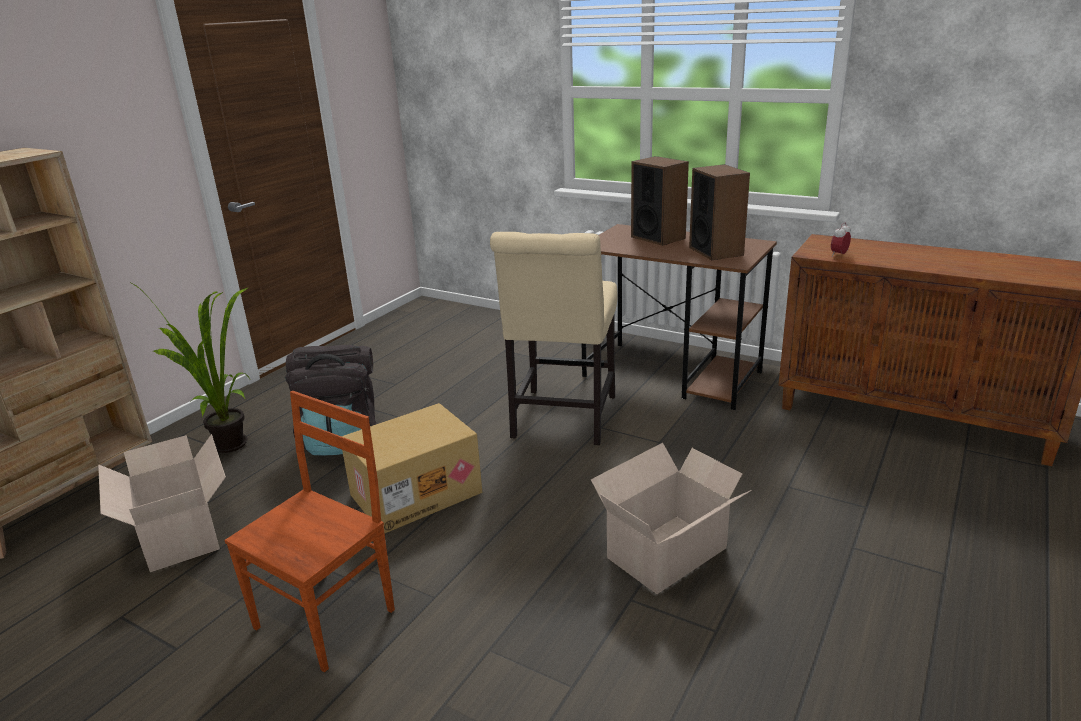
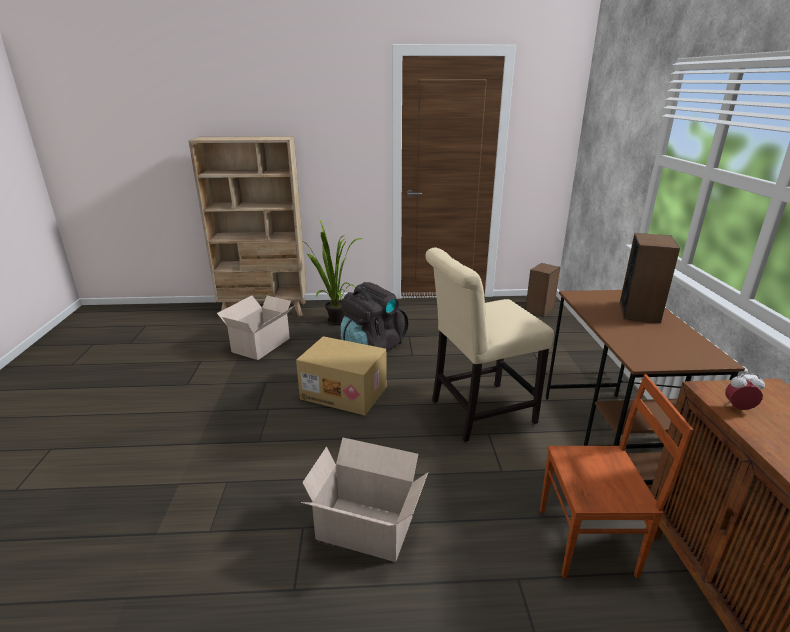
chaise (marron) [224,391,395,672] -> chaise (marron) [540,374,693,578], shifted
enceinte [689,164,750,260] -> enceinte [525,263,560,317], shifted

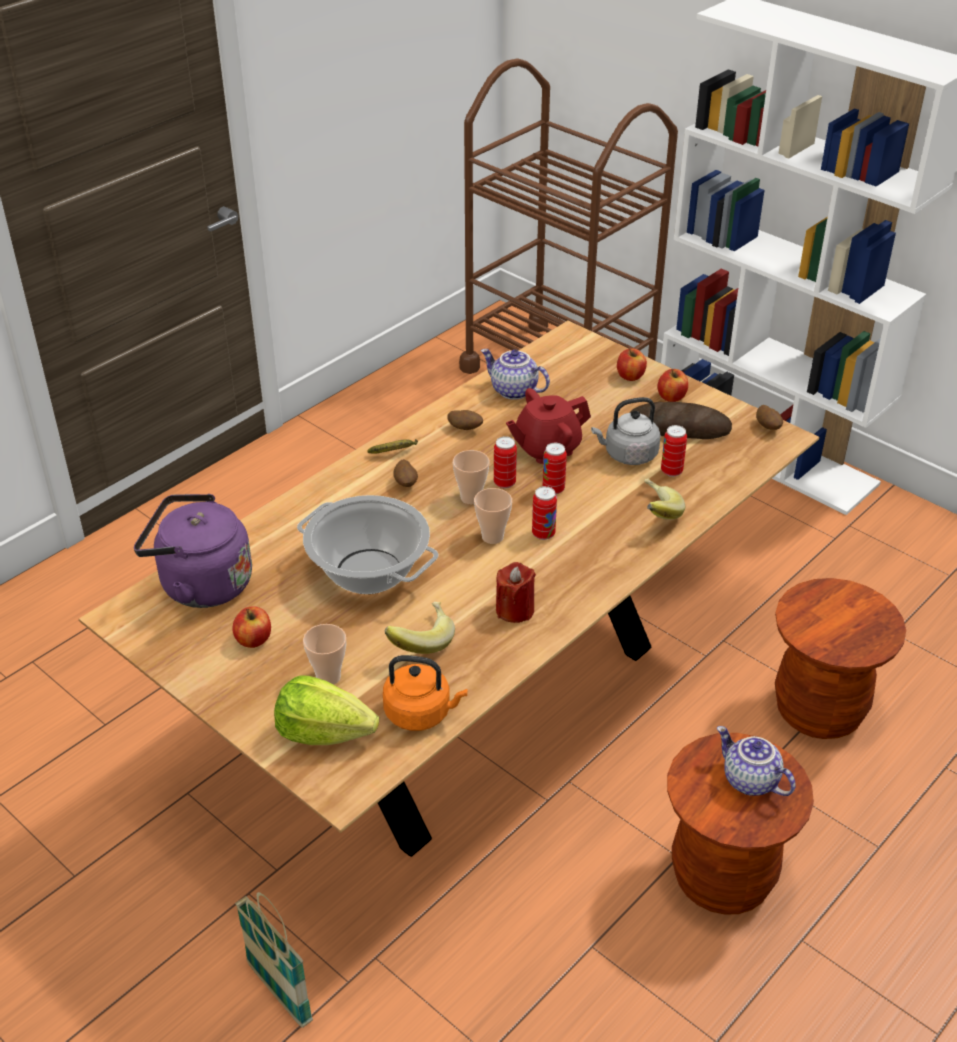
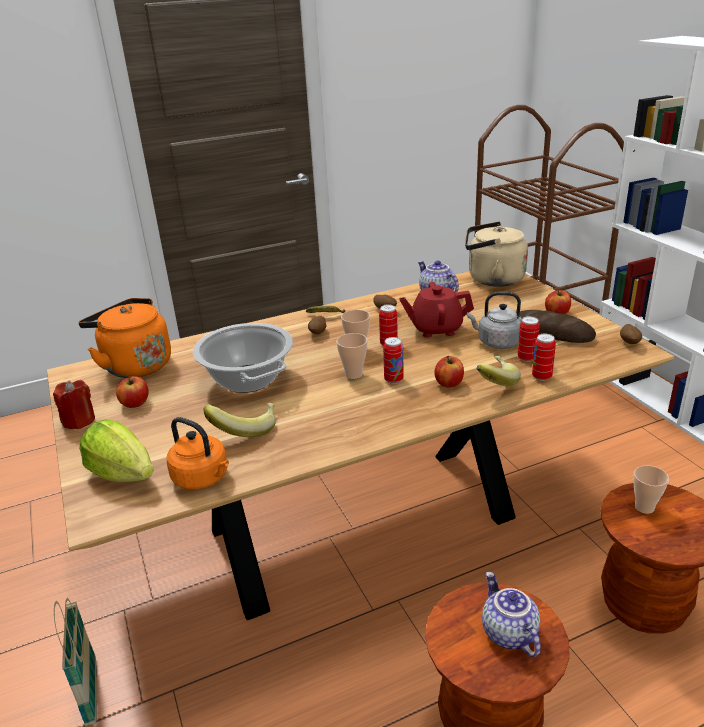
none -> bouilloire (beige) [465,221,528,287]
tasse [303,624,346,685] -> tasse [633,465,669,514], shifted
bougie (rouge) [496,562,536,623] -> bougie (rouge) [53,380,95,429], shifted
boîte métallique [542,443,567,494] -> boîte métallique [532,334,556,381], shifted
pomme [617,348,647,381] -> pomme [434,356,464,388], shifted
bouilloire (violet) [134,494,252,608] -> bouilloire (orange) [78,298,171,378]

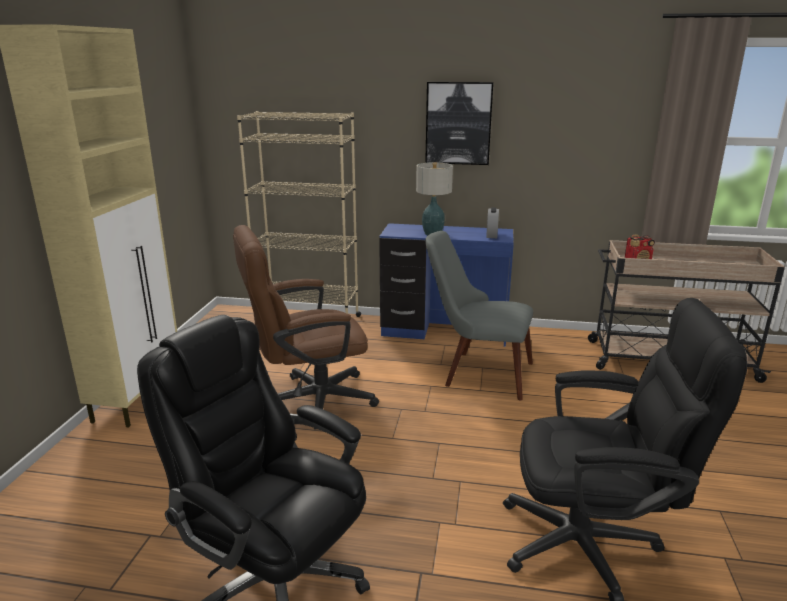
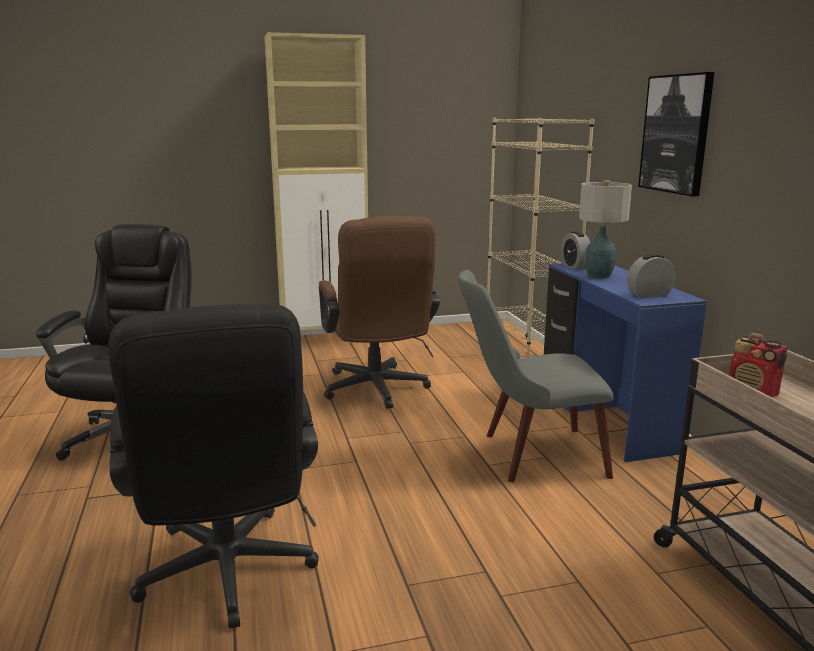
none -> réveil [561,231,590,269]
chaise de bureau (marron) [233,225,379,429] -> chaise de bureau (marron) [319,216,440,409], 150 degrees counterclockwise
chaise (gris) [425,231,533,401] -> chaise (gris) [458,270,613,482], 90 degrees counterclockwise

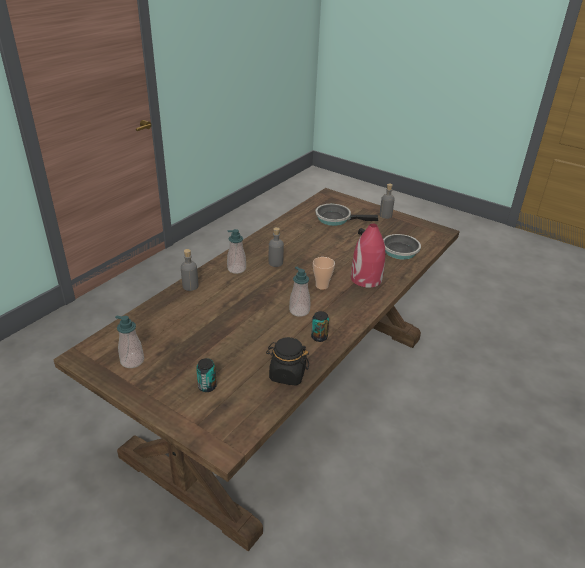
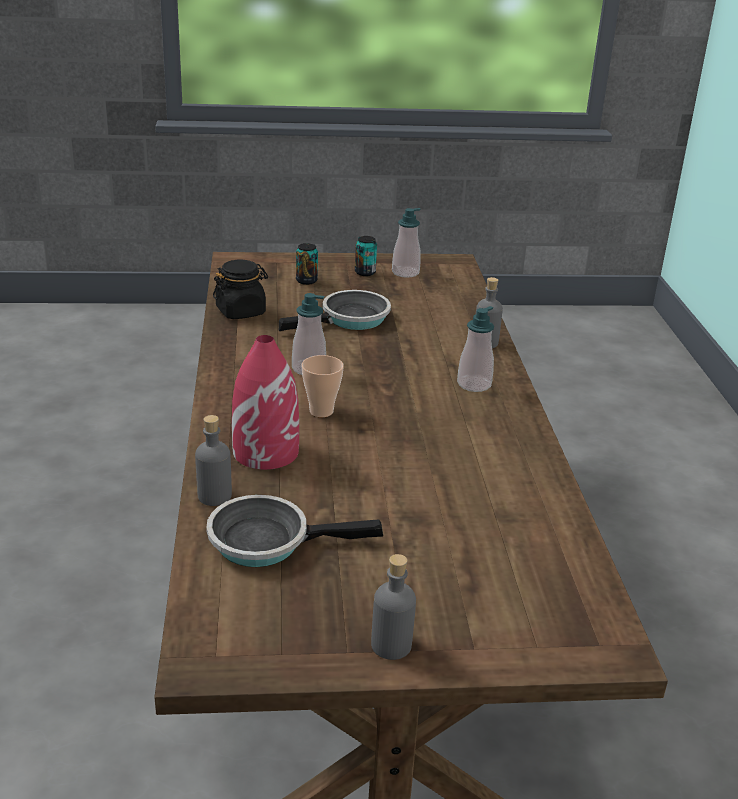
bouteille (gris) [269,227,284,267] -> bouteille (gris) [195,415,232,506], shifted
boîte métallique [311,311,329,342] -> boîte métallique [355,236,377,276], shifted
poêle [315,204,378,226] -> poêle [279,290,391,331], shifted

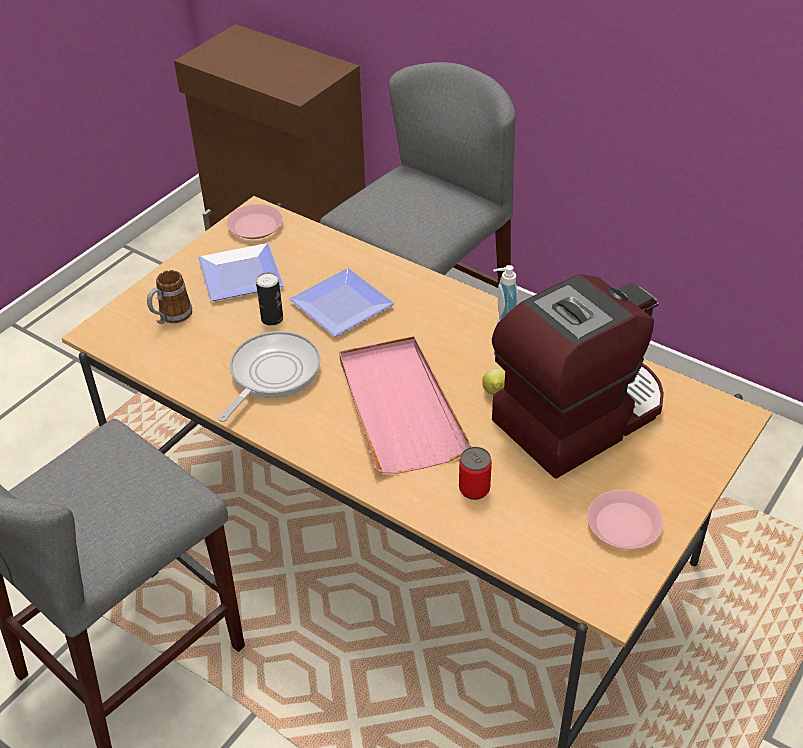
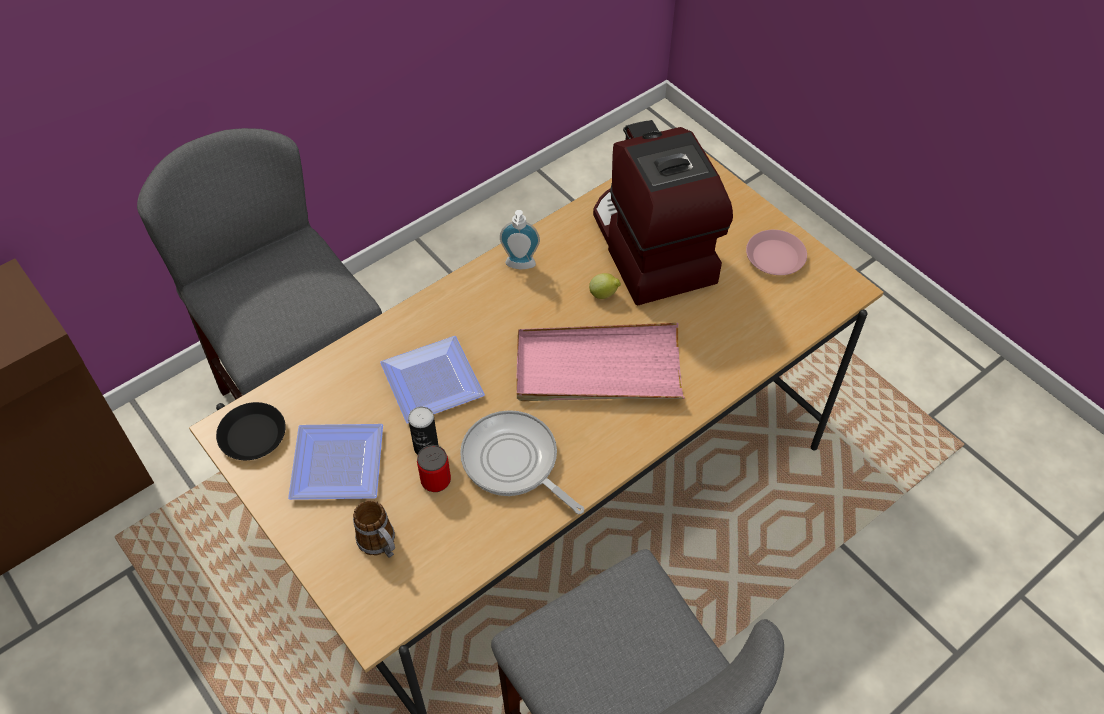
boîte métallique [459,447,492,500] -> boîte métallique [417,445,451,492], shifted
assiette (rose) [226,204,283,239] -> assiette (noir) [216,402,286,460]

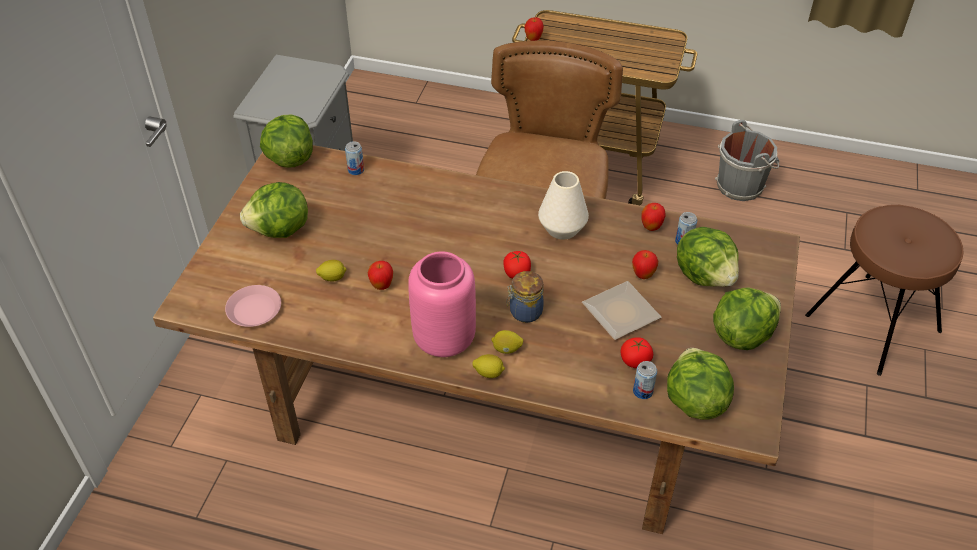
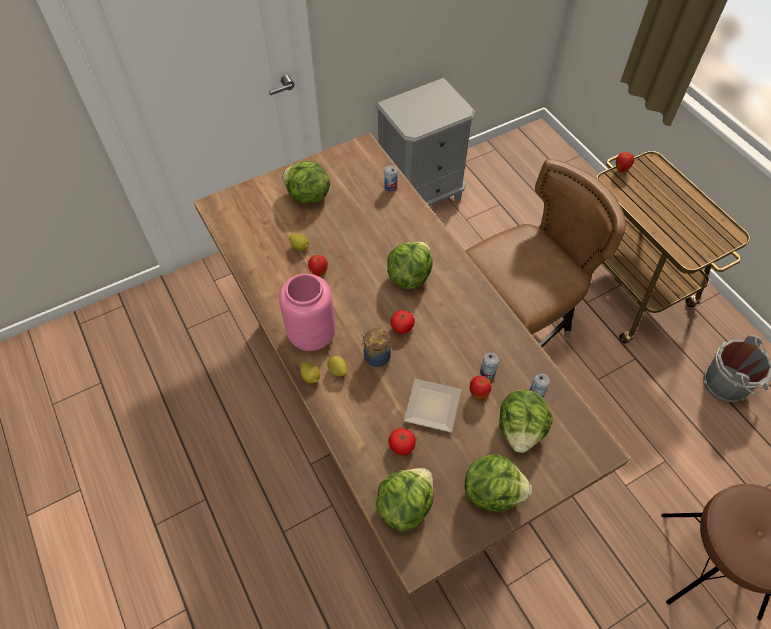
assiette (rose) [225,285,281,327] -> none
vase (blanc) [538,171,589,240] -> none
pomme [642,203,666,231] -> none
laitue [260,115,313,168] -> laitue [387,242,433,289], shifted
boîte métallique [633,361,657,399] -> boîte métallique [480,352,499,379], shifted

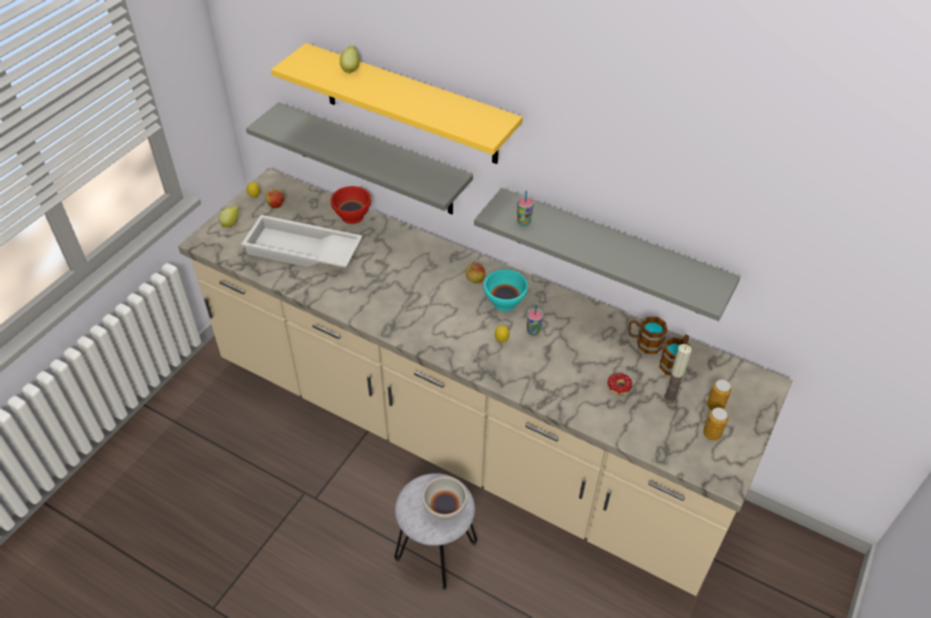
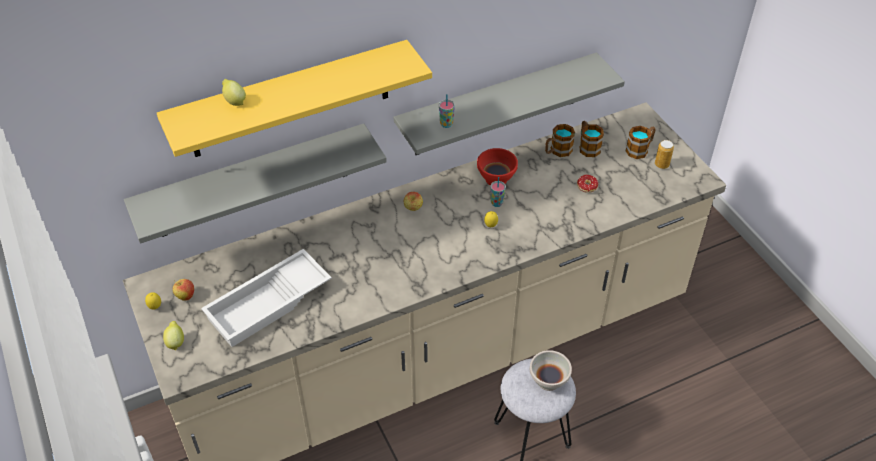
bol (turquoise) [484,269,528,311] -> none
bougie [663,344,692,403] -> none
bol (rouge) [331,186,371,224] -> bol (rouge) [477,148,518,185], shifted
boîte métallique [707,379,732,410] -> mug [625,126,655,159]

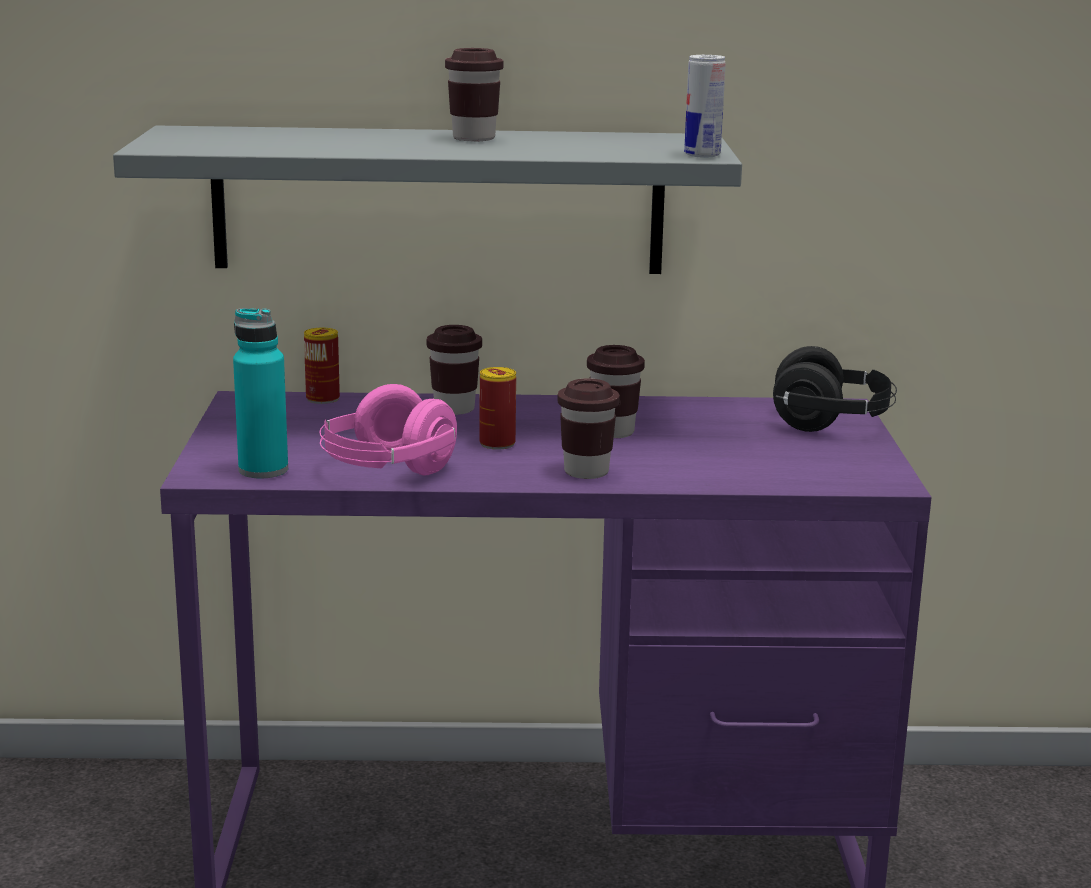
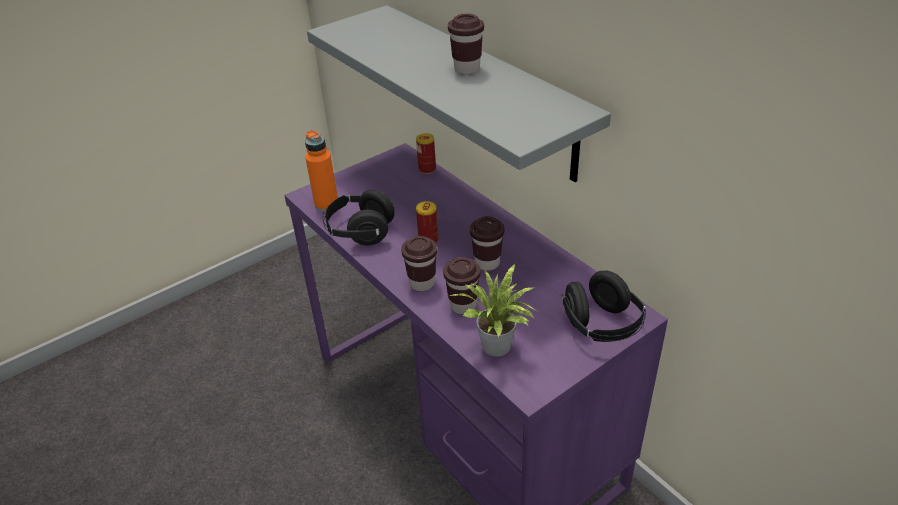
boîte métallique [684,55,726,158] -> none
none -> plante en pot [450,264,538,357]
tasse (marron) [427,325,482,415] -> tasse (marron) [443,257,481,314], shifted
bouteille (turquoise) [233,308,288,479] -> bouteille (orange) [305,130,338,211]
casque audio (rose) [319,384,457,476] -> casque audio (noir) [322,190,395,245]

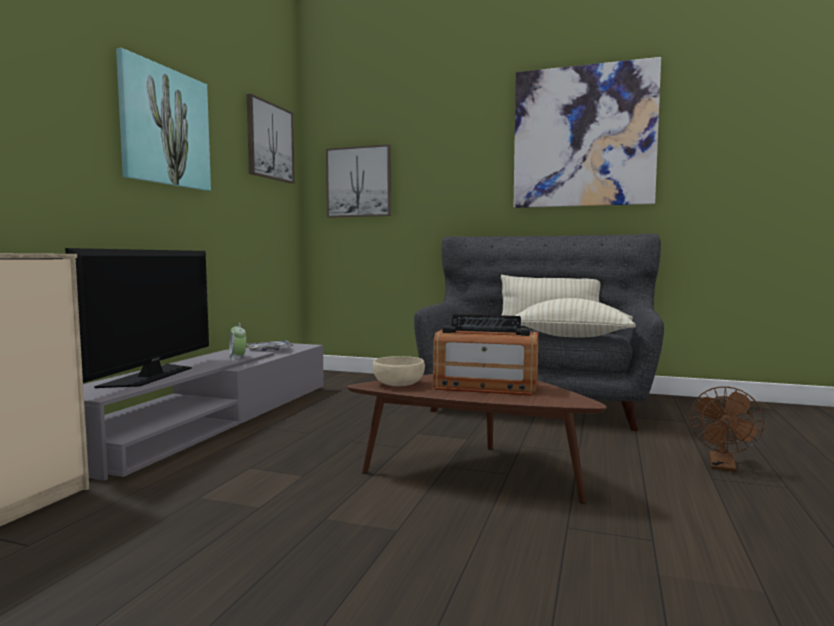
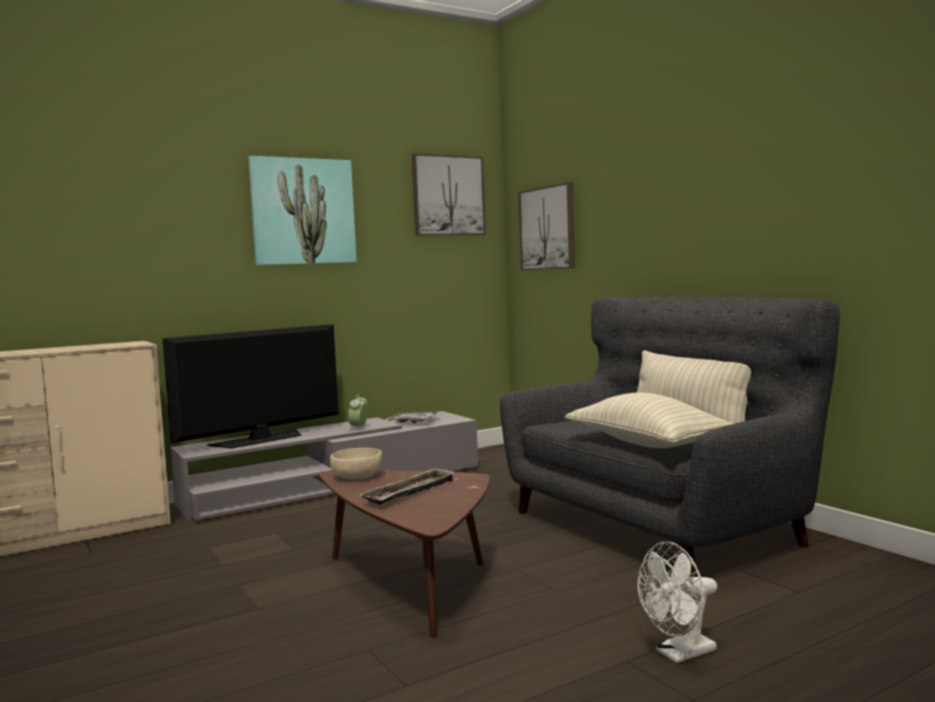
tableau [514,57,661,208] -> none
radio [433,314,539,396] -> plateau [360,467,455,505]
ventilateur (marron) [690,386,764,472] -> ventilateur (blanc) [638,542,717,663]

